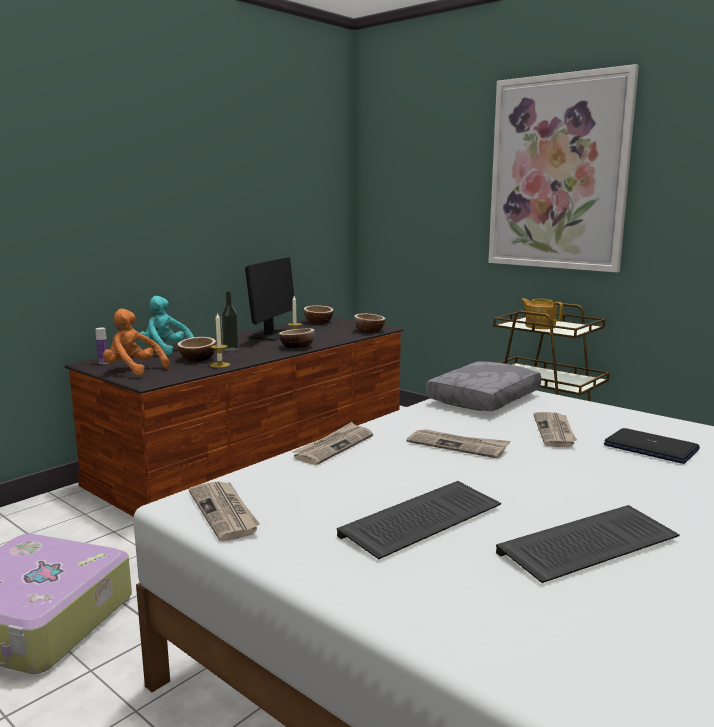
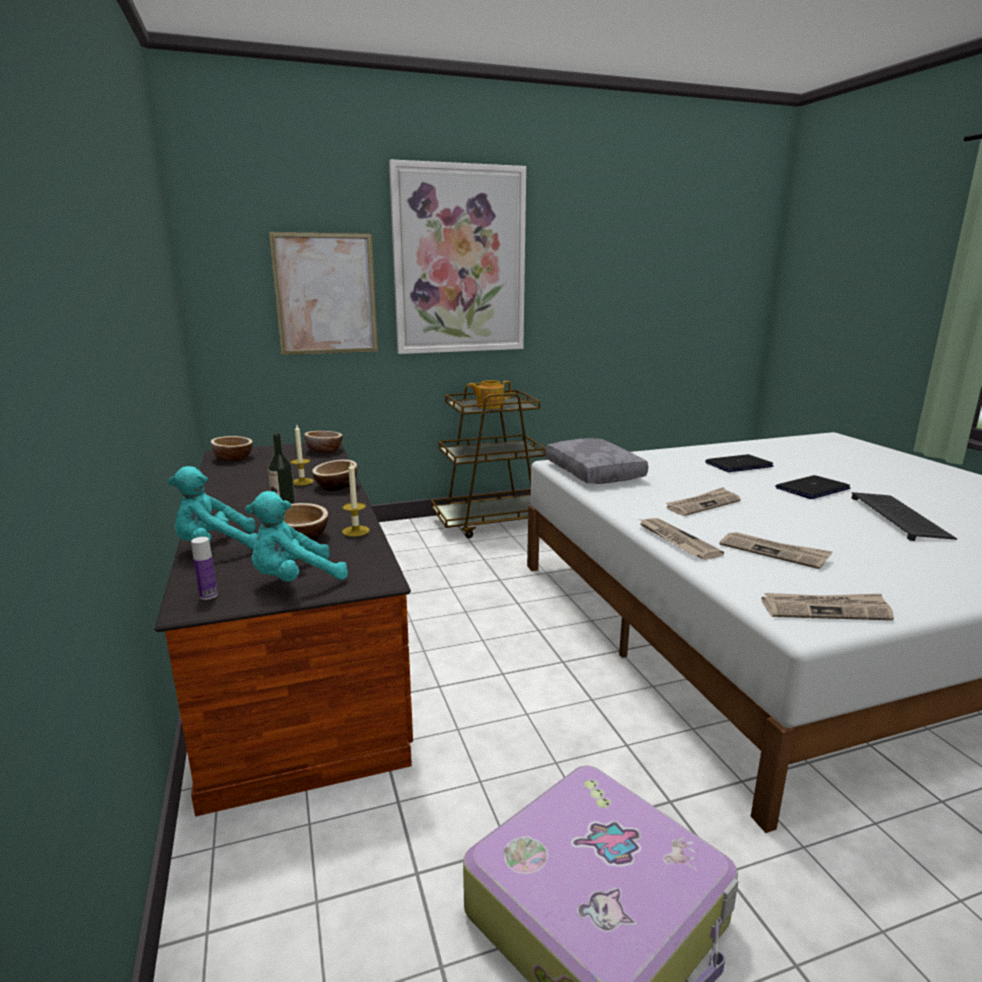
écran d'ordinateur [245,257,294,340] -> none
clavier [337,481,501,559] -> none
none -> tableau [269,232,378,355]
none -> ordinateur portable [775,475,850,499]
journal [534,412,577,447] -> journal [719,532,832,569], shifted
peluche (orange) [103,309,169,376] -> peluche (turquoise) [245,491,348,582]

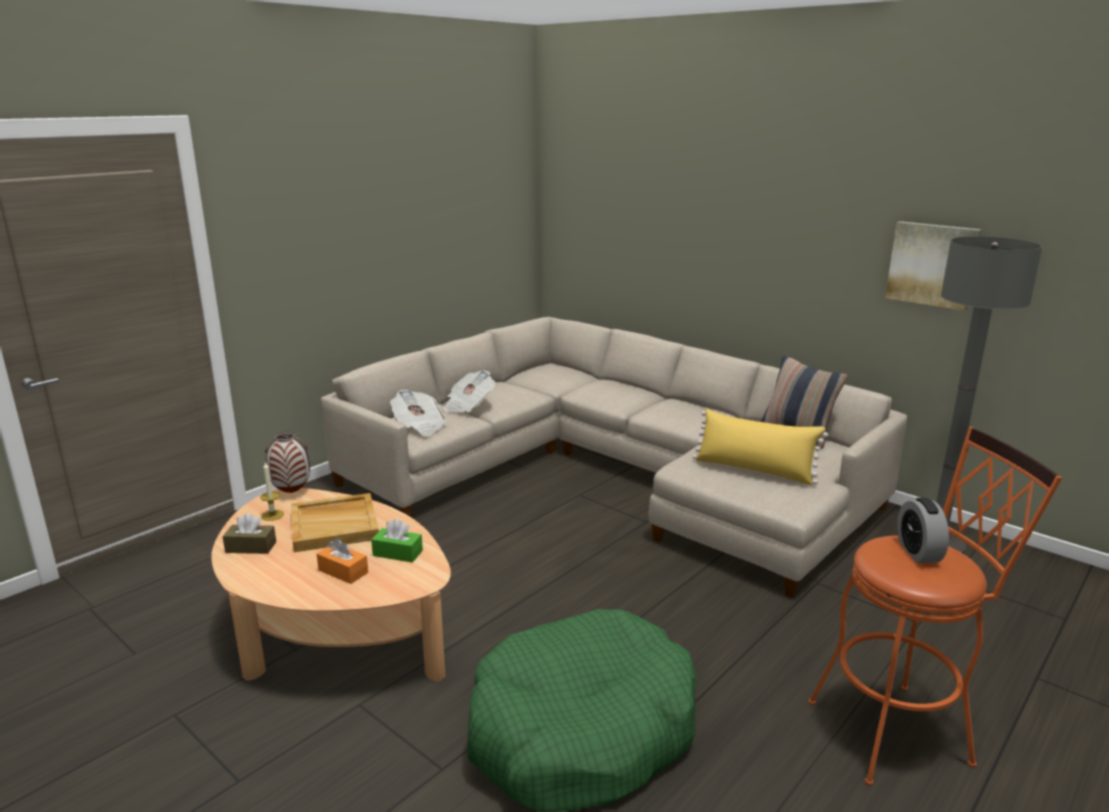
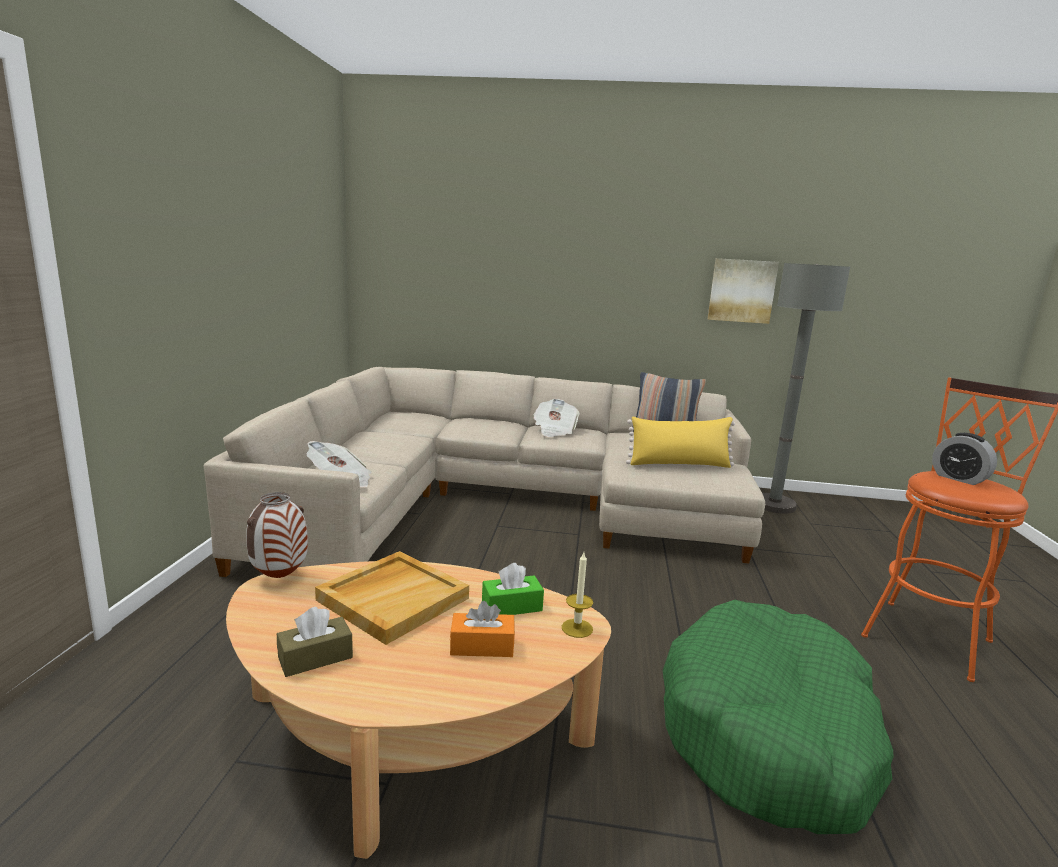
bougie [260,463,284,521] -> bougie [562,553,593,638], shifted
journal [443,370,496,412] -> journal [533,399,580,437], shifted

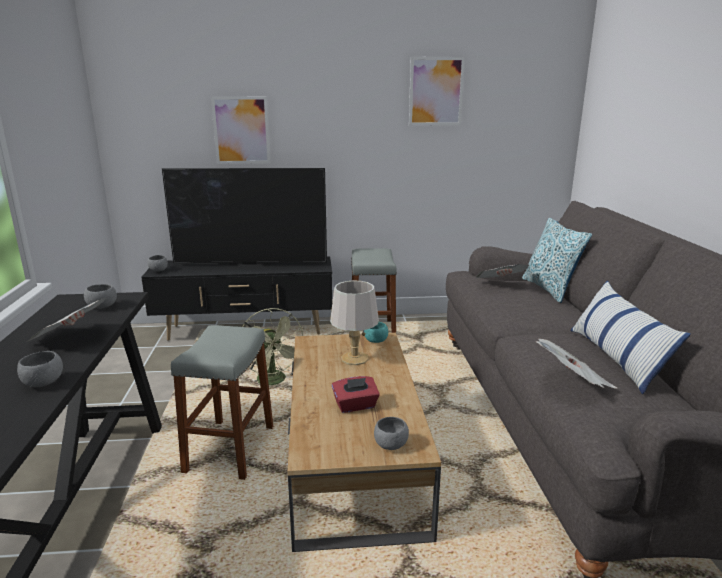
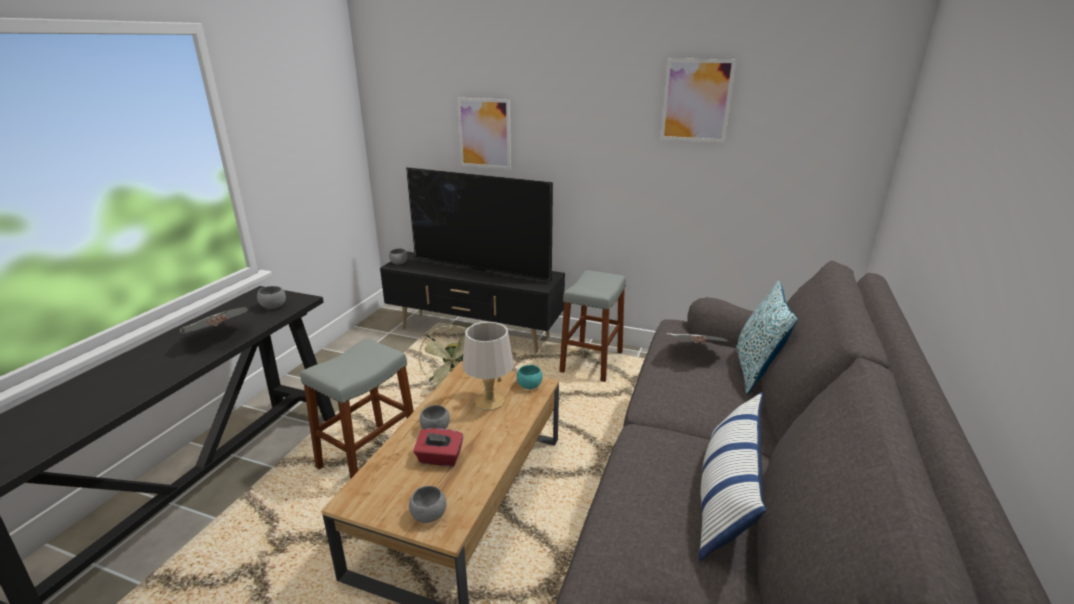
journal [536,339,618,389] -> none
bol (gris) [17,351,63,387] -> bol (gris) [420,405,450,429], shifted

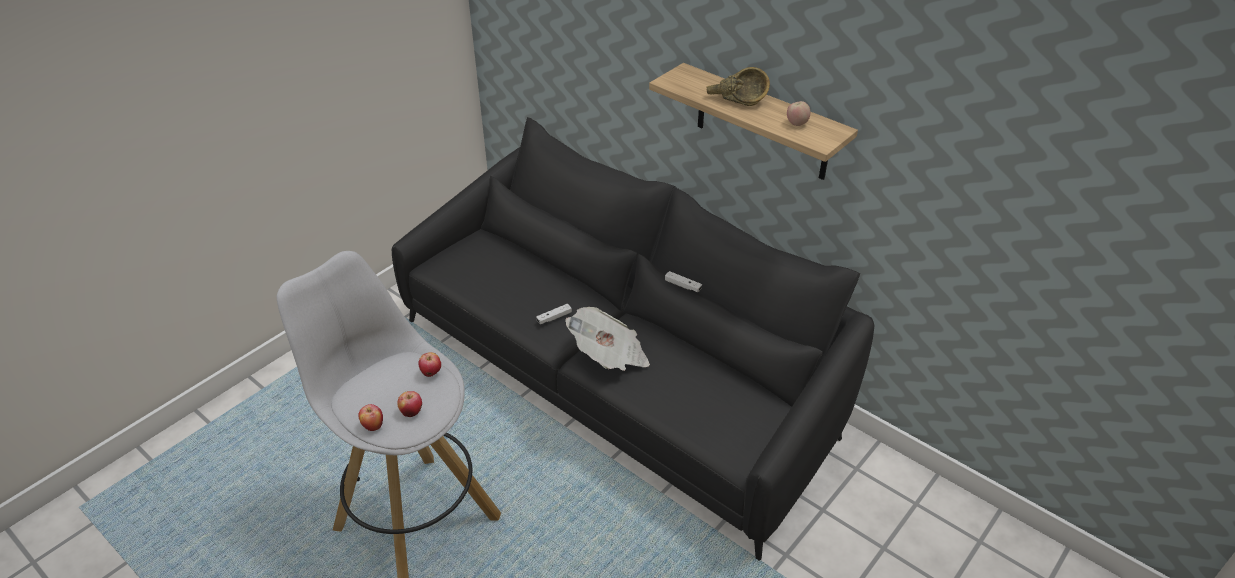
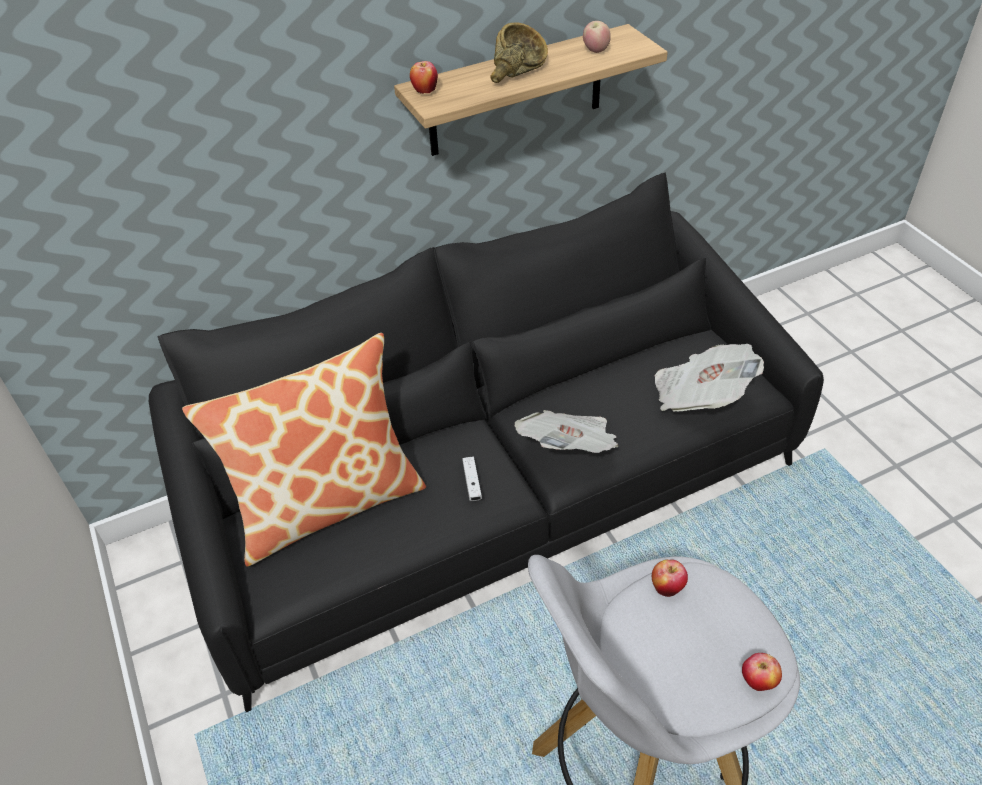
manette (blanc) [665,271,702,292] -> none
none -> coussin [182,333,426,567]
none -> journal [655,344,764,412]
pomme [397,391,422,417] -> pomme [410,61,438,94], shifted

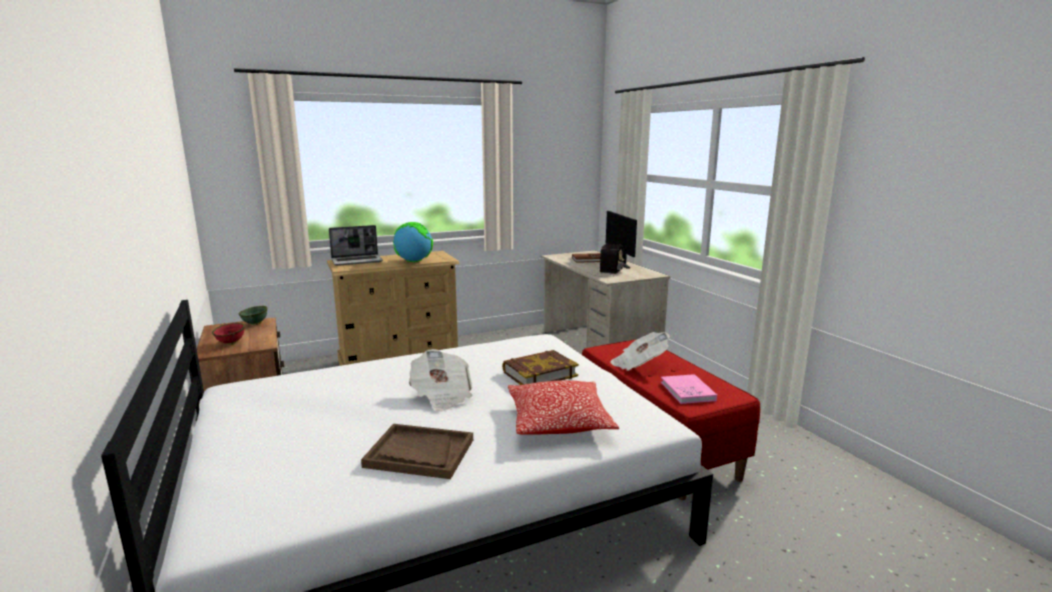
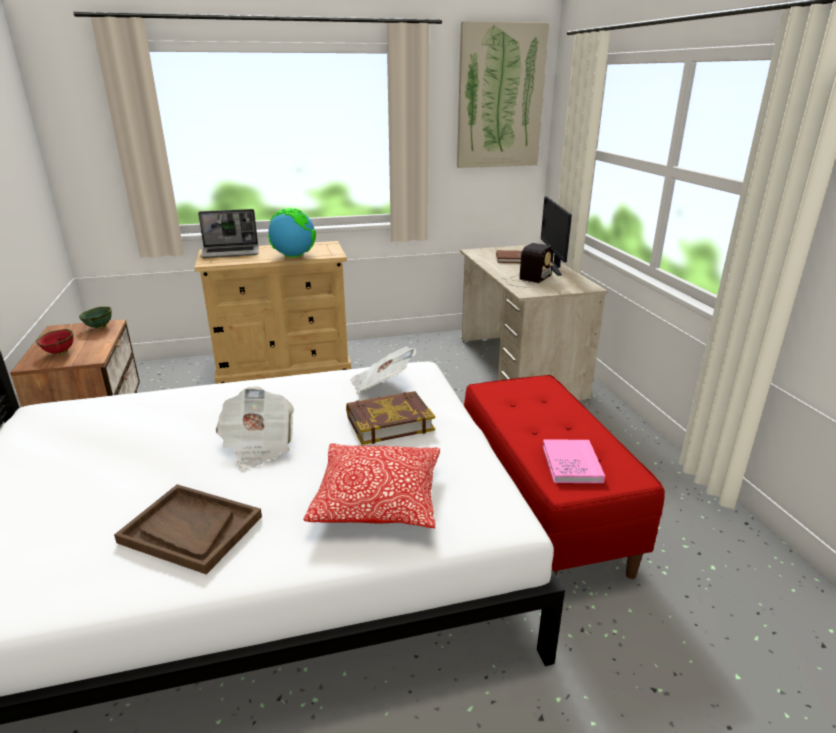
none -> tableau [457,21,549,168]
journal [610,332,670,371] -> journal [351,347,416,393], shifted

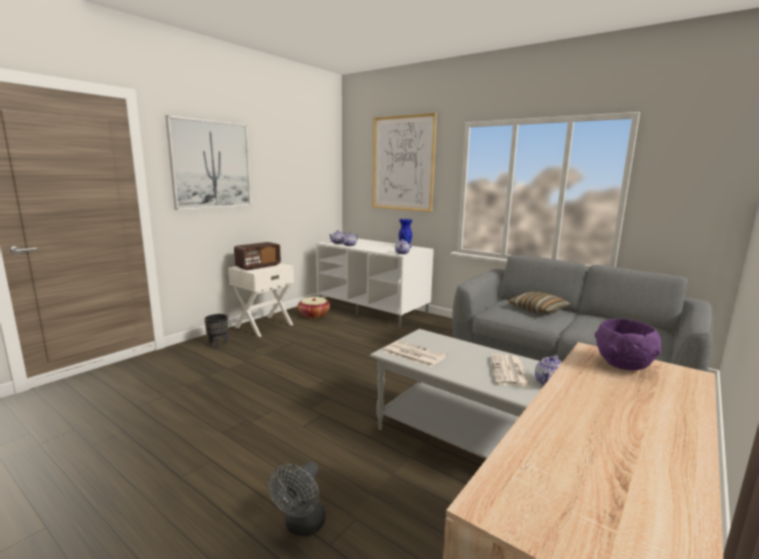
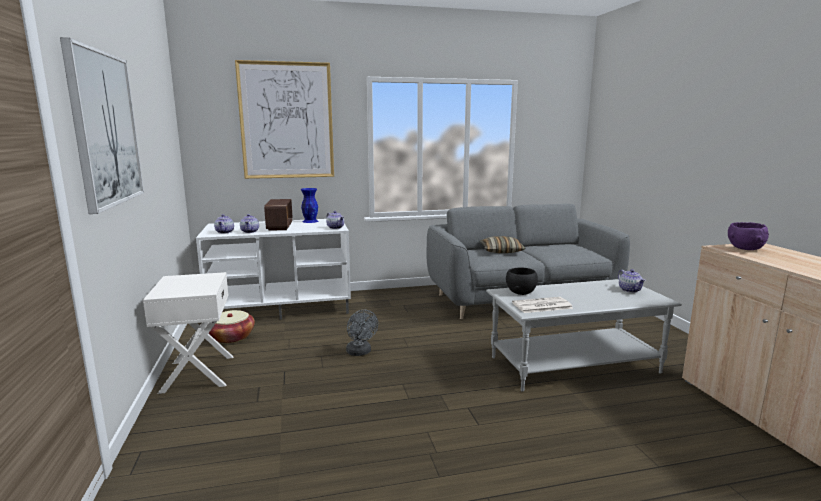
cache-pot (noir) [204,314,228,349] -> none
journal [491,354,531,388] -> none
none -> bol (noir) [506,268,538,295]
radio [234,242,281,270] -> radio [264,199,293,231], shifted
ventilateur (gris) [269,461,326,536] -> ventilateur (gris) [346,310,378,356], shifted

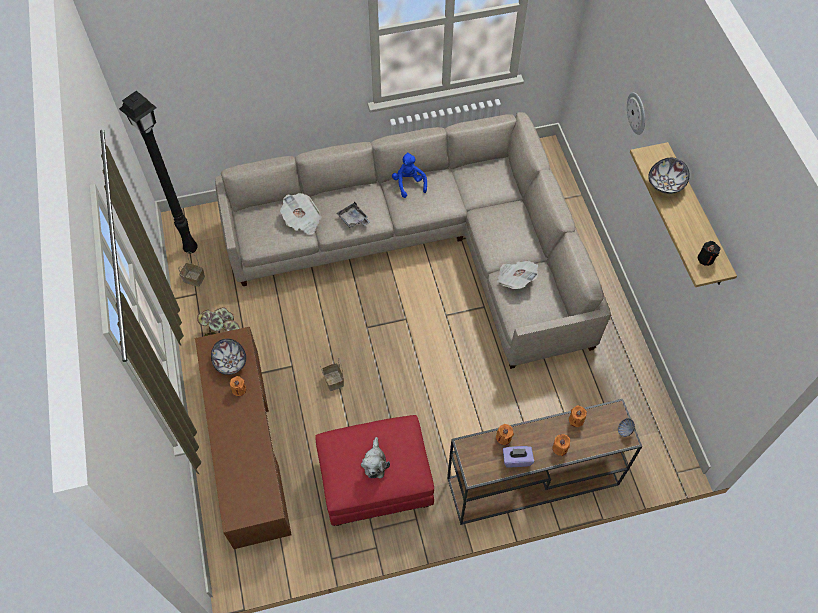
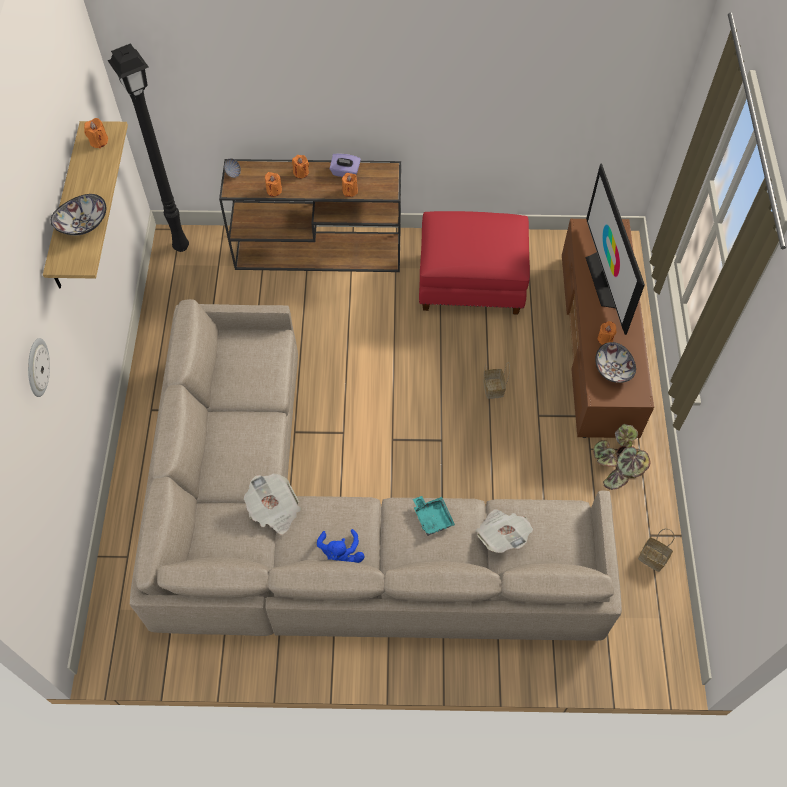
peluche [361,437,390,478] -> none
none -> téléviseur [586,164,645,335]
lampadaire (noir) [119,91,198,254] -> lampadaire (noir) [107,43,189,252], shifted
journal [496,260,538,289] -> journal [244,474,301,535], shifted
plateau (gris) [337,201,370,228] -> plateau (turquoise) [413,496,455,536]
bougie (noir) [698,241,721,266] -> bougie (orange) [84,118,108,148]

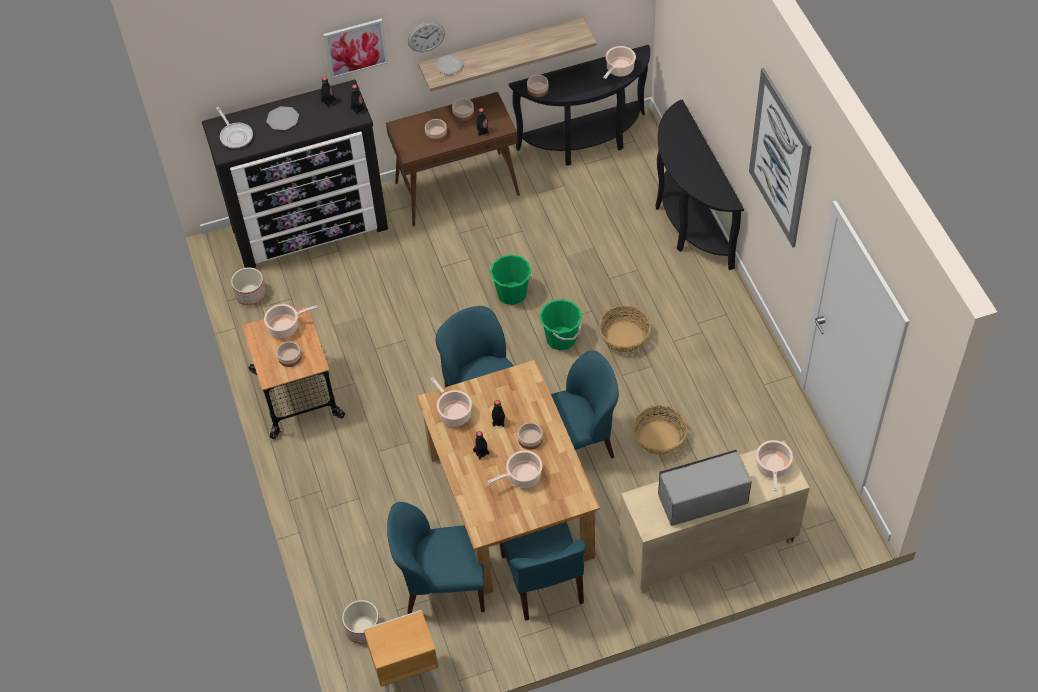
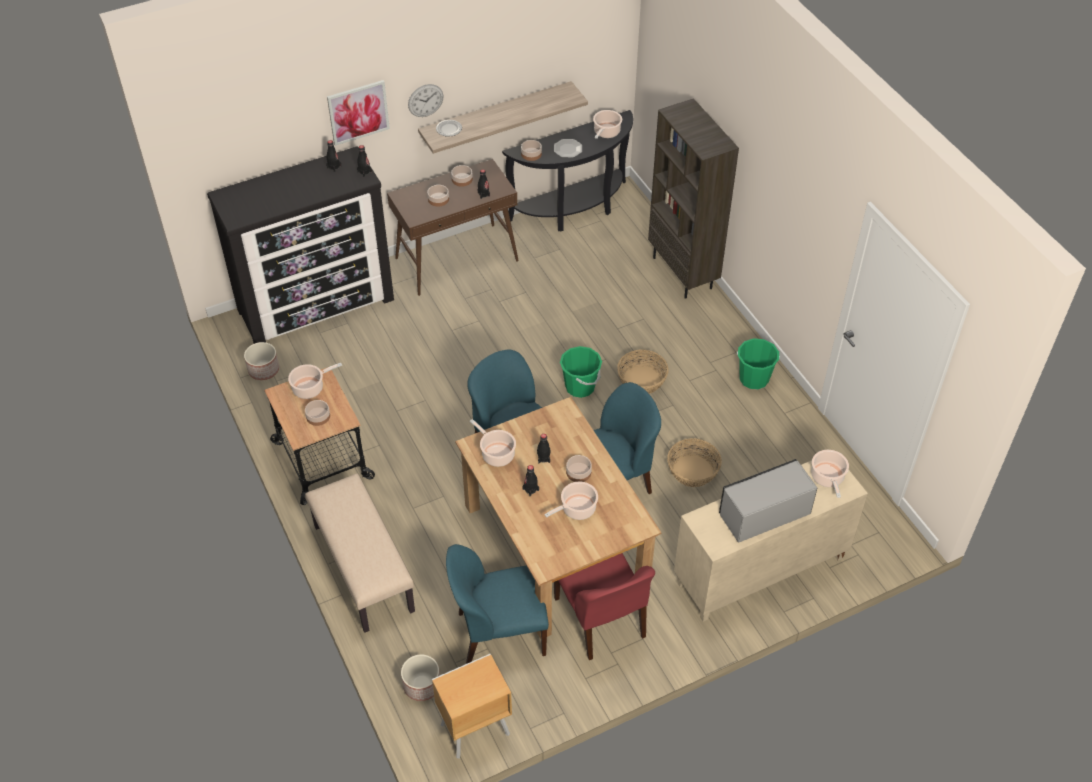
poêle [216,107,253,149] -> none
tableau [749,68,811,247] -> none
none -> banc (beige) [305,473,415,633]
assiette [266,106,299,130] -> assiette [554,139,582,158], shifted
seau (vert) [490,254,533,305] -> seau (vert) [736,338,780,389], shifted
table console (noir) [655,99,744,270] -> bibliothèque (marron) [648,98,739,299]
chaise (bleu) [500,522,586,621] -> chaise (rouge) [554,553,655,660]

